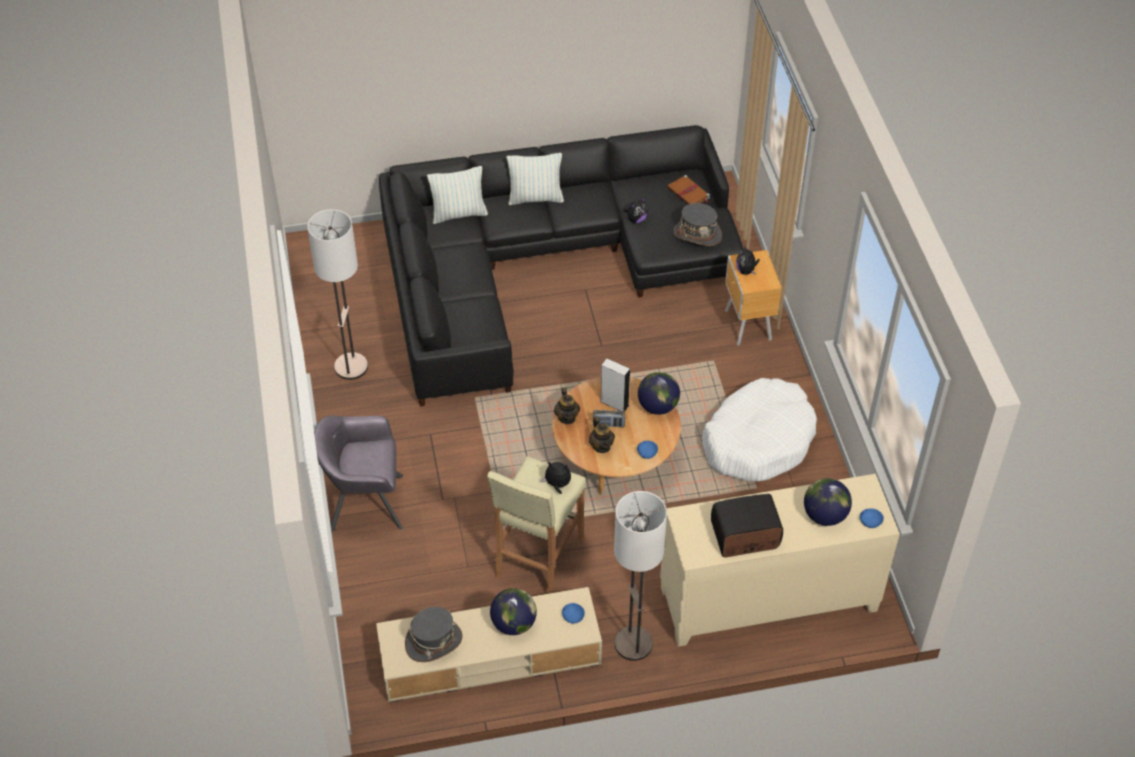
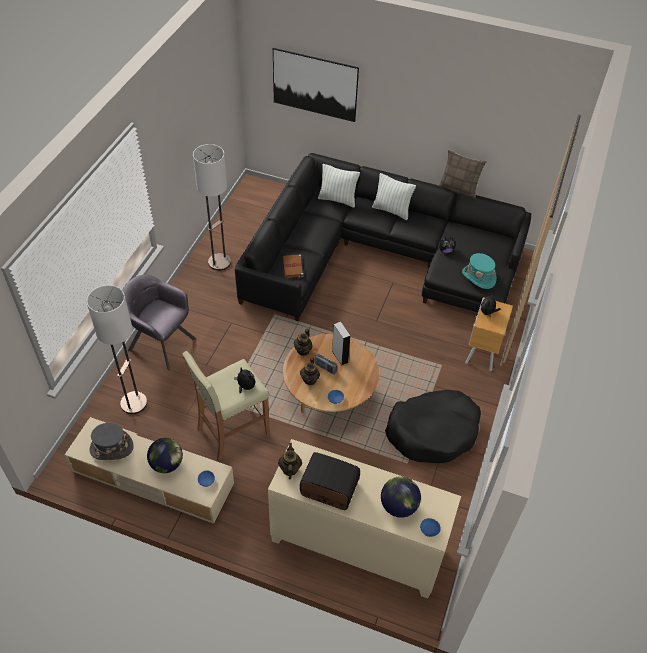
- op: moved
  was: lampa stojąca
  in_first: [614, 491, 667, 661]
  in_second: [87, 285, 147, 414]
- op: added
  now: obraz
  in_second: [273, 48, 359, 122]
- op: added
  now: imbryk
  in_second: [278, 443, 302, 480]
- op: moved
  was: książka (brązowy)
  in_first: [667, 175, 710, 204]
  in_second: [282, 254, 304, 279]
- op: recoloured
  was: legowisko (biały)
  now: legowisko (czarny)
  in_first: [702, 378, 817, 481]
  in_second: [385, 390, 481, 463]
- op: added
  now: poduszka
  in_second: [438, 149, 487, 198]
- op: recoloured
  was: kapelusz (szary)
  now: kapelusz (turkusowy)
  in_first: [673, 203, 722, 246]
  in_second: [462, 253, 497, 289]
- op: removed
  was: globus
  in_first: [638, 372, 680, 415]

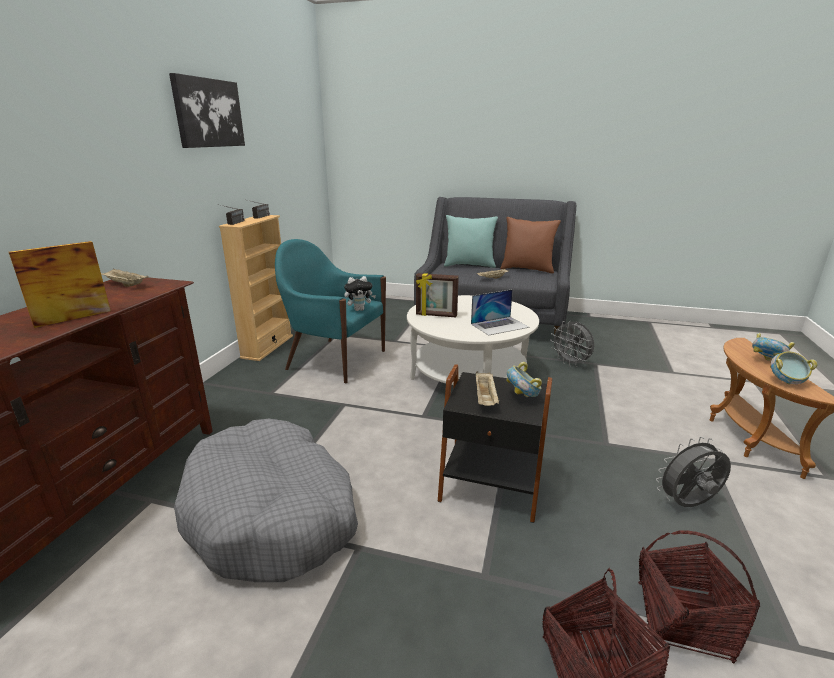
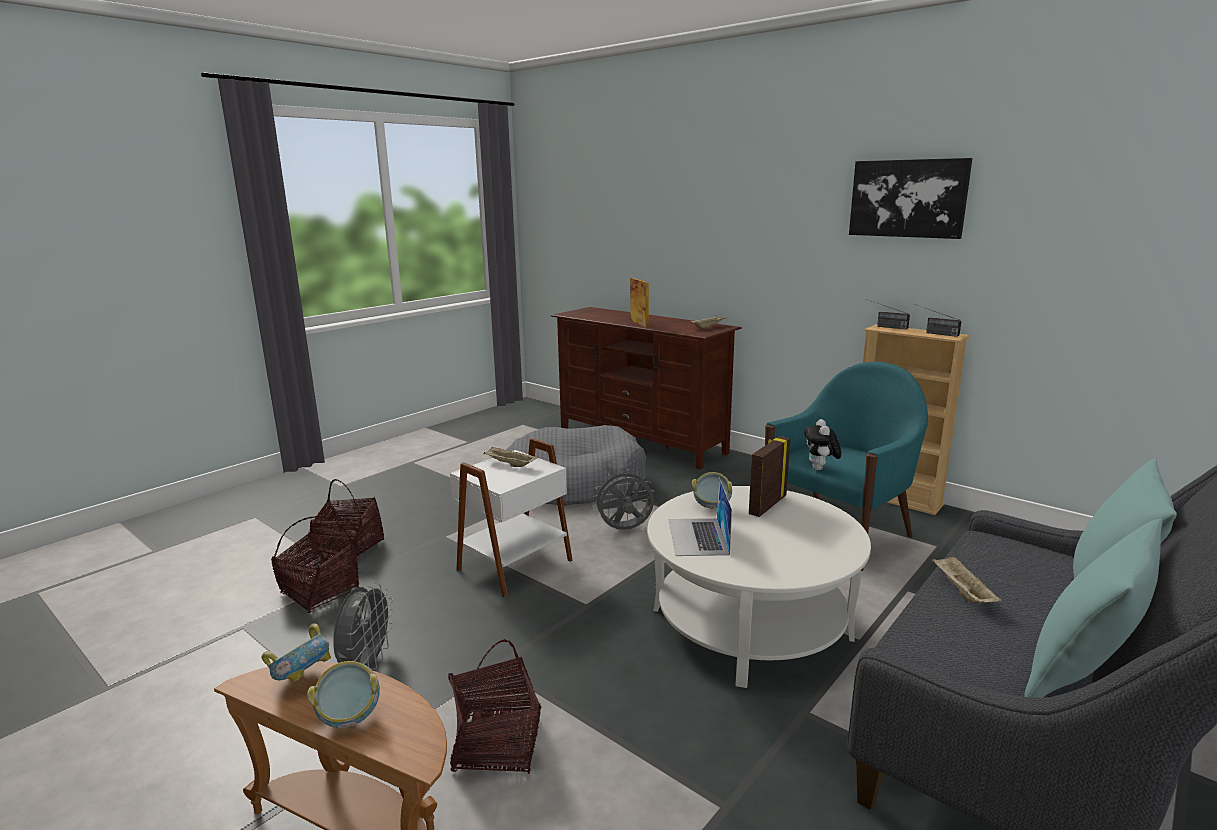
- op: added
  now: koszyk
  in_second: [448, 639, 542, 774]
- op: recoloured
  was: stolik (czarny)
  now: stolik (biały)
  in_first: [438, 364, 552, 523]
  in_second: [450, 438, 573, 597]
- op: moved
  was: wentylator (szary)
  in_first: [550, 321, 594, 367]
  in_second: [593, 469, 654, 530]
- op: moved
  was: miska
  in_first: [506, 362, 542, 397]
  in_second: [692, 472, 732, 509]
- op: recoloured
  was: poduszka (brązowy)
  now: poduszka (turkusowy)
  in_first: [500, 217, 561, 274]
  in_second: [1024, 518, 1163, 698]

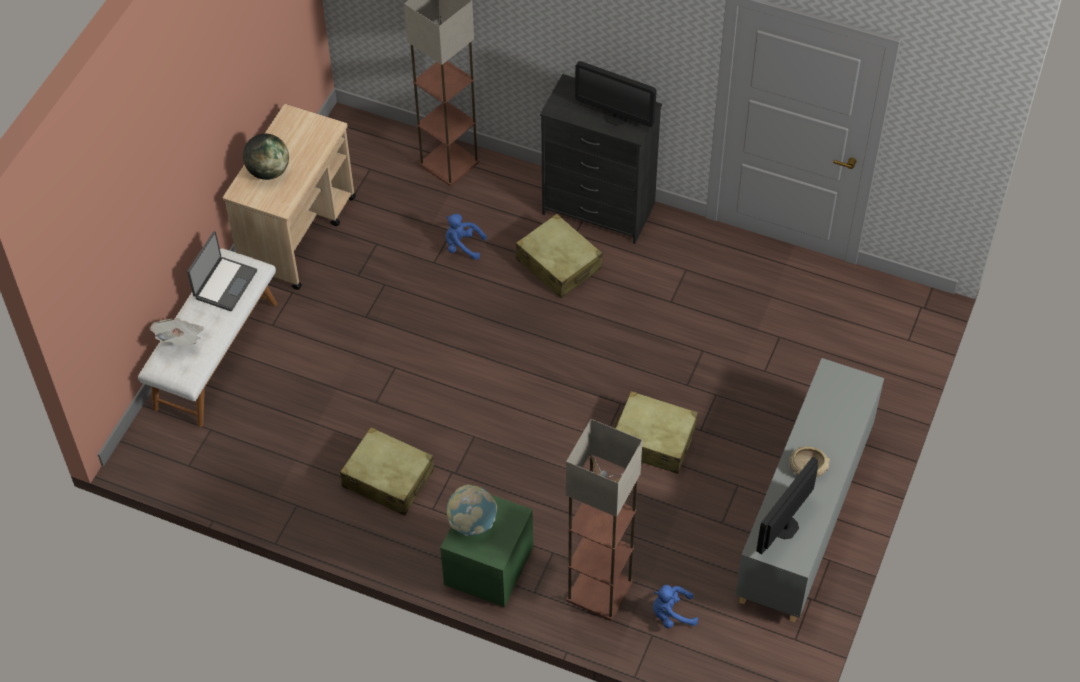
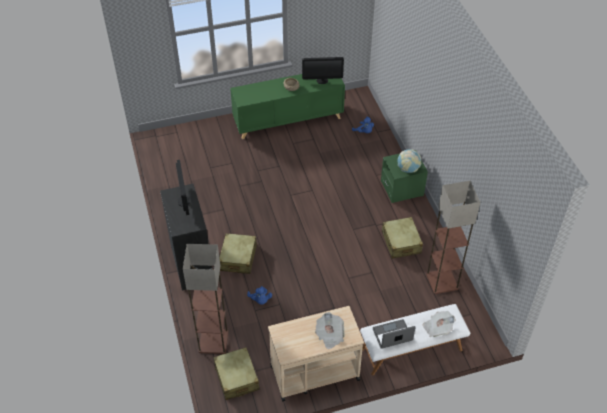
- op: moved
  was: walizka (beżowy)
  in_first: [614, 391, 698, 474]
  in_second: [213, 347, 260, 400]
- op: recoloured
  was: szafka (szary)
  now: szafka (zielony)
  in_first: [735, 358, 884, 622]
  in_second: [230, 74, 345, 139]
- op: replaced
  was: globus
  now: gazeta
  in_first: [243, 134, 289, 180]
  in_second: [315, 312, 345, 349]
- op: moved
  was: lampa stojąca
  in_first: [566, 419, 643, 621]
  in_second: [426, 181, 480, 294]

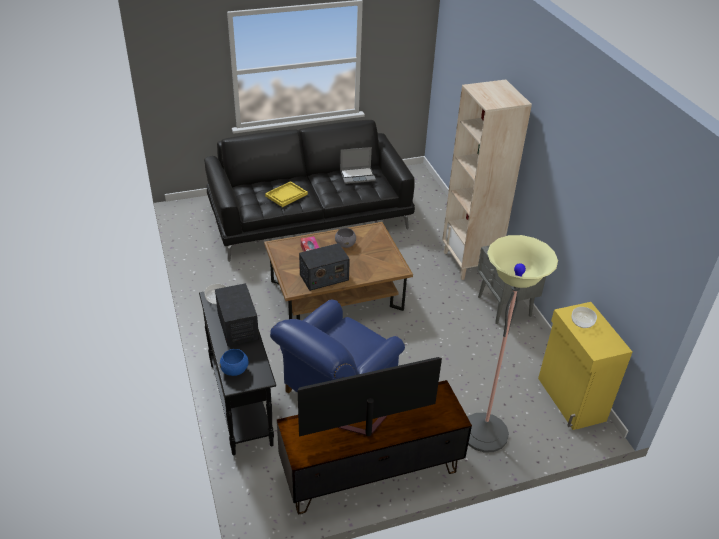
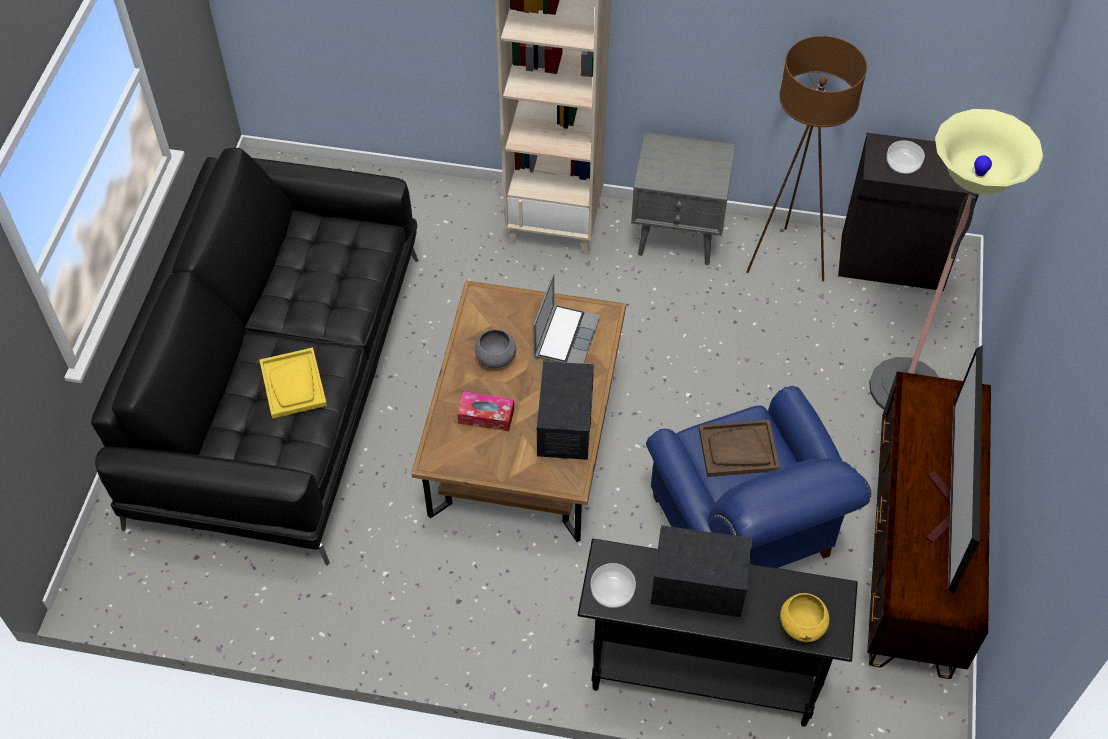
- op: moved
  was: laptop
  in_first: [340, 147, 376, 184]
  in_second: [533, 274, 600, 364]
- op: added
  now: taca (brązowy)
  in_second: [699, 420, 780, 477]
- op: added
  now: lampa stojąca (brązowy)
  in_second: [746, 36, 867, 281]
- op: recoloured
  was: miska (niebieski)
  now: miska (żółty)
  in_first: [220, 349, 248, 376]
  in_second: [780, 593, 829, 642]
- op: recoloured
  was: szafka (żółty)
  now: szafka (czarny)
  in_first: [538, 302, 632, 430]
  in_second: [838, 133, 979, 291]

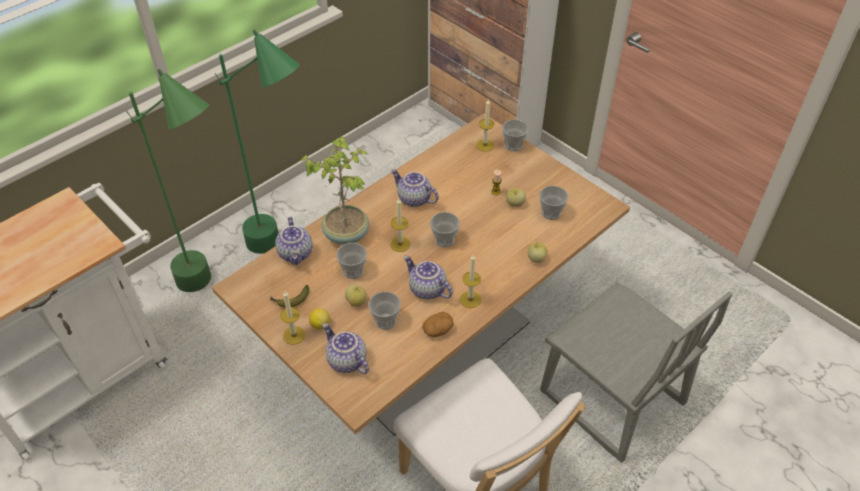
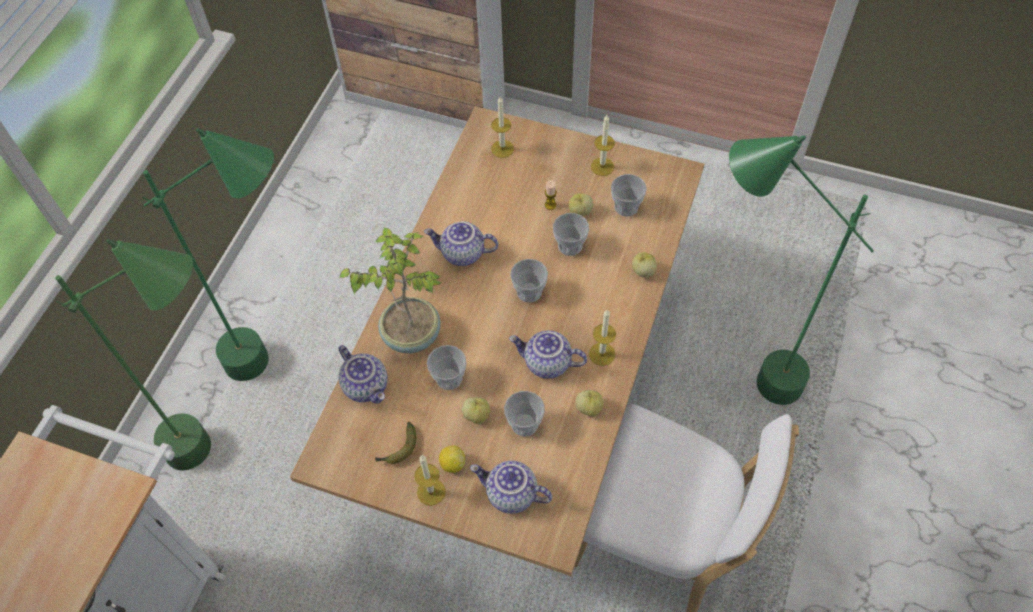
- op: moved
  was: filiżanka
  in_first: [502, 119, 529, 151]
  in_second: [553, 213, 589, 256]
- op: replaced
  was: ziemniak
  now: jabłko
  in_first: [422, 312, 454, 337]
  in_second: [575, 390, 604, 417]
- op: moved
  was: świeca
  in_first: [391, 198, 411, 252]
  in_second: [591, 115, 615, 176]
- op: replaced
  was: krzesło (szary)
  now: lampa stojąca (zielony)
  in_first: [540, 282, 733, 463]
  in_second: [729, 136, 874, 405]

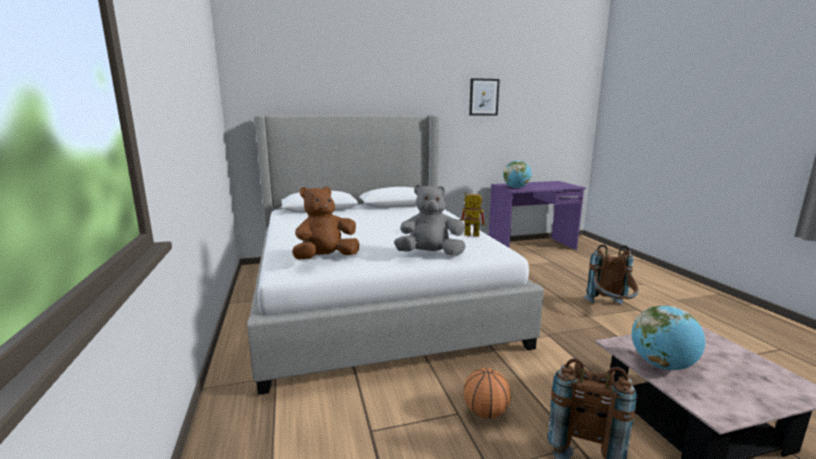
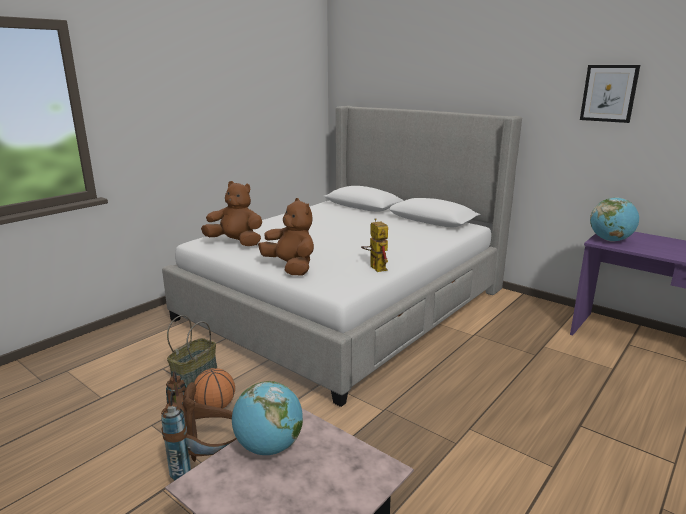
- op: added
  now: koszyk
  in_second: [167, 315, 217, 386]
- op: recoloured
  was: pluszak (szary)
  now: pluszak (brązowy)
  in_first: [394, 184, 466, 256]
  in_second: [258, 198, 314, 275]
- op: removed
  was: plecak (brązowy)
  in_first: [584, 244, 638, 304]

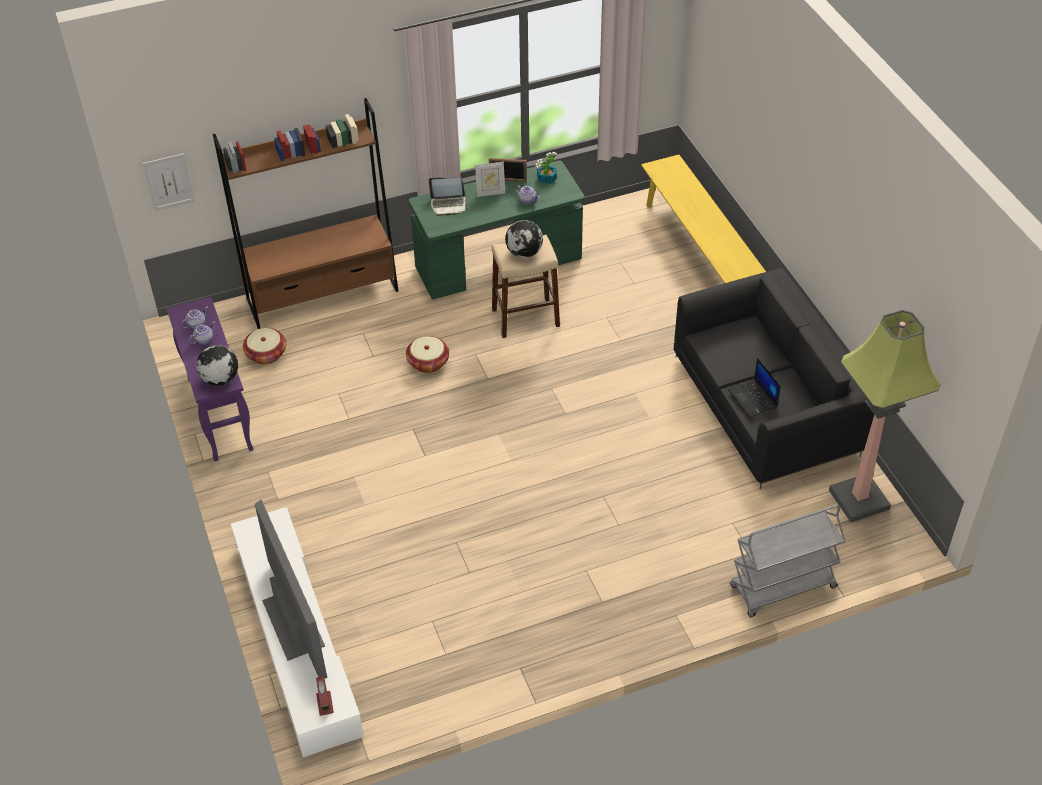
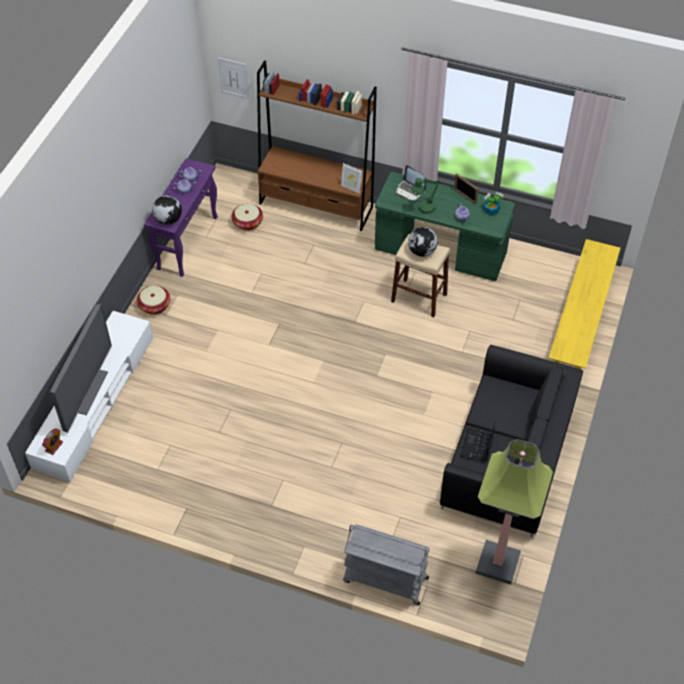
- op: moved
  was: koszyk
  in_first: [406, 336, 449, 373]
  in_second: [137, 286, 170, 315]
- op: moved
  was: ramka na zdjęcie
  in_first: [475, 162, 505, 197]
  in_second: [341, 163, 362, 194]
- op: added
  now: lampa stołowa (zielony)
  in_second: [411, 177, 440, 214]

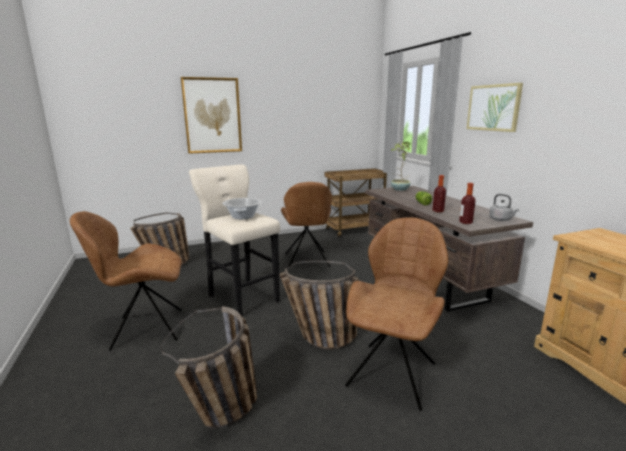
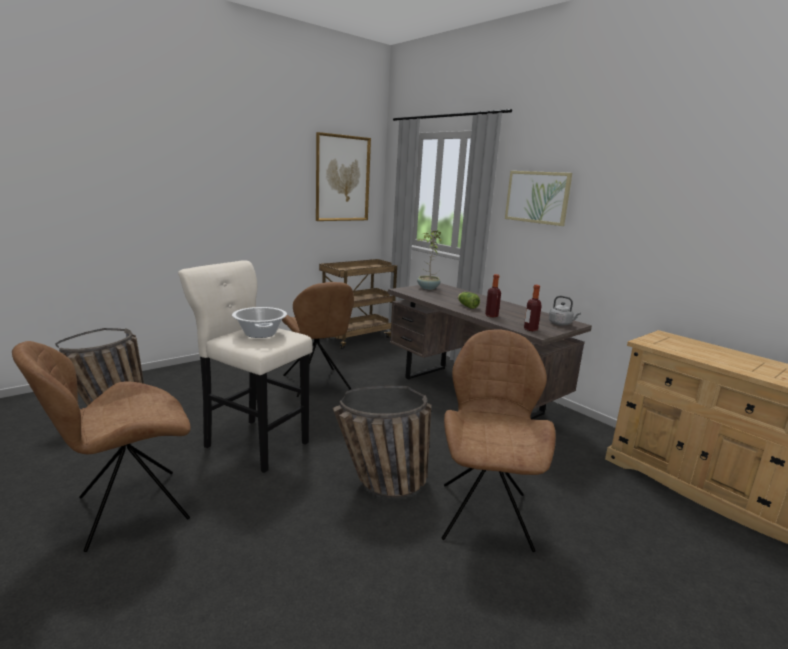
- op: moved
  was: obraz
  in_first: [181, 77, 242, 154]
  in_second: [316, 132, 371, 221]
- op: removed
  was: koszyk
  in_first: [161, 306, 257, 428]

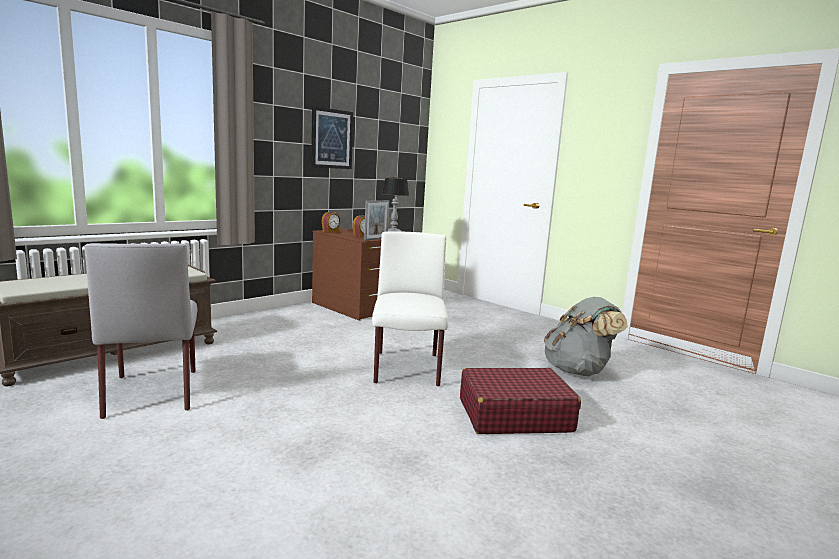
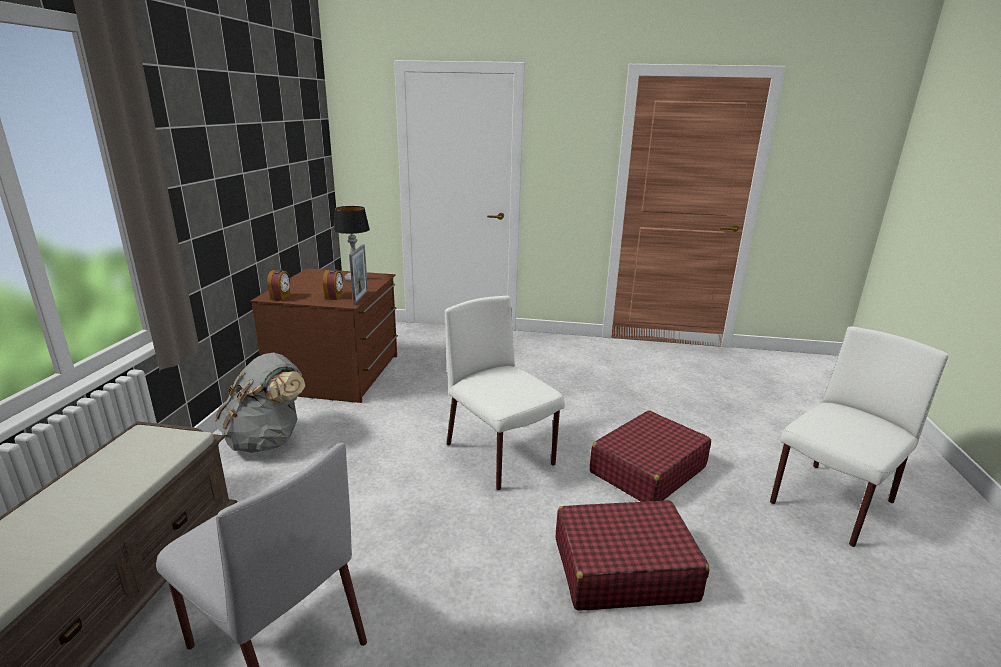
- op: moved
  was: plecak (szary)
  in_first: [544, 297, 628, 376]
  in_second: [215, 353, 305, 453]
- op: added
  now: walizka (czerwony)
  in_second: [555, 500, 710, 611]
- op: added
  now: krzesło (biały)
  in_second: [770, 326, 949, 547]
- op: removed
  was: obraz
  in_first: [311, 106, 353, 169]

